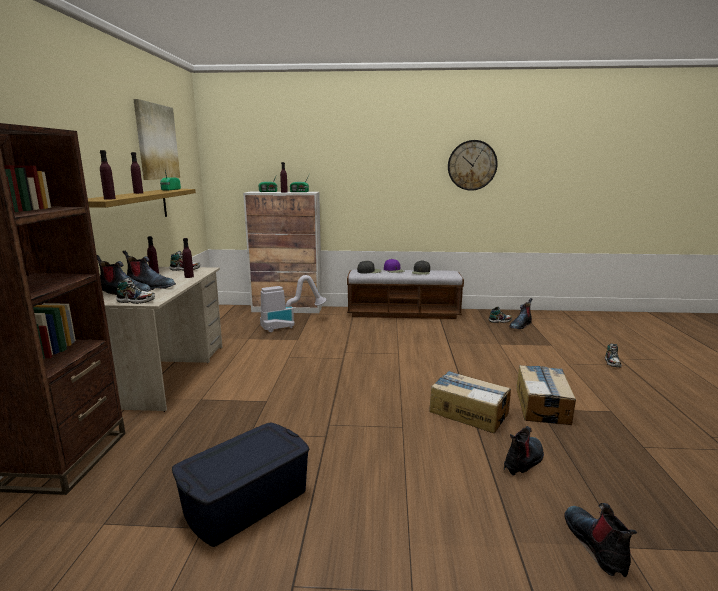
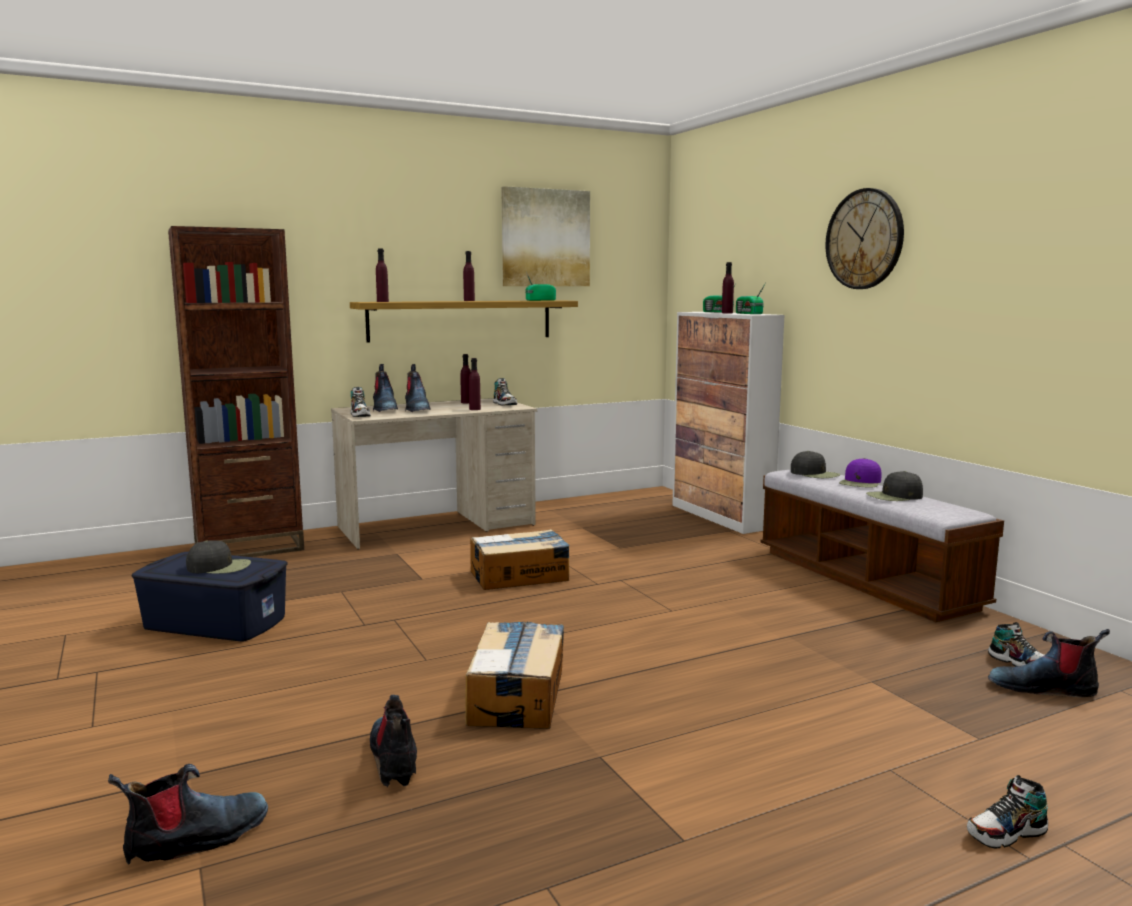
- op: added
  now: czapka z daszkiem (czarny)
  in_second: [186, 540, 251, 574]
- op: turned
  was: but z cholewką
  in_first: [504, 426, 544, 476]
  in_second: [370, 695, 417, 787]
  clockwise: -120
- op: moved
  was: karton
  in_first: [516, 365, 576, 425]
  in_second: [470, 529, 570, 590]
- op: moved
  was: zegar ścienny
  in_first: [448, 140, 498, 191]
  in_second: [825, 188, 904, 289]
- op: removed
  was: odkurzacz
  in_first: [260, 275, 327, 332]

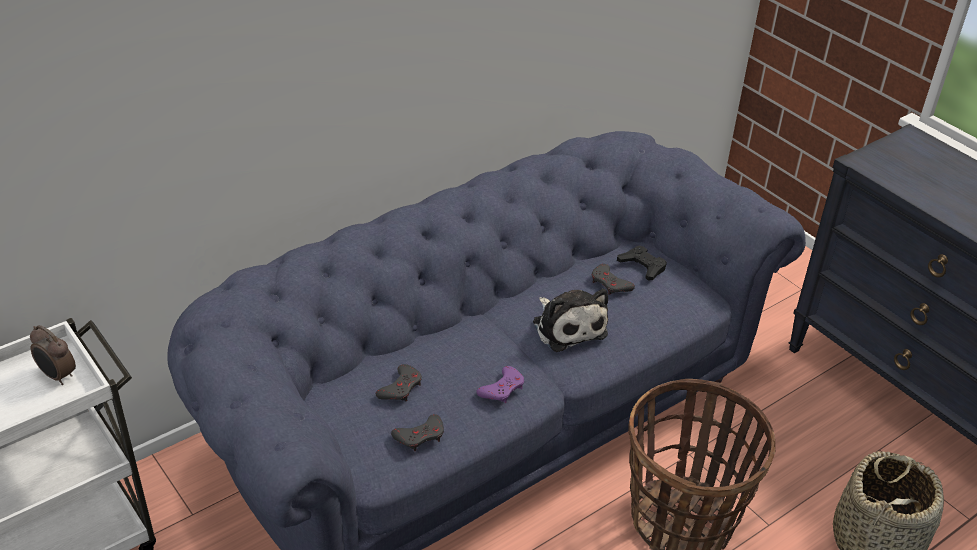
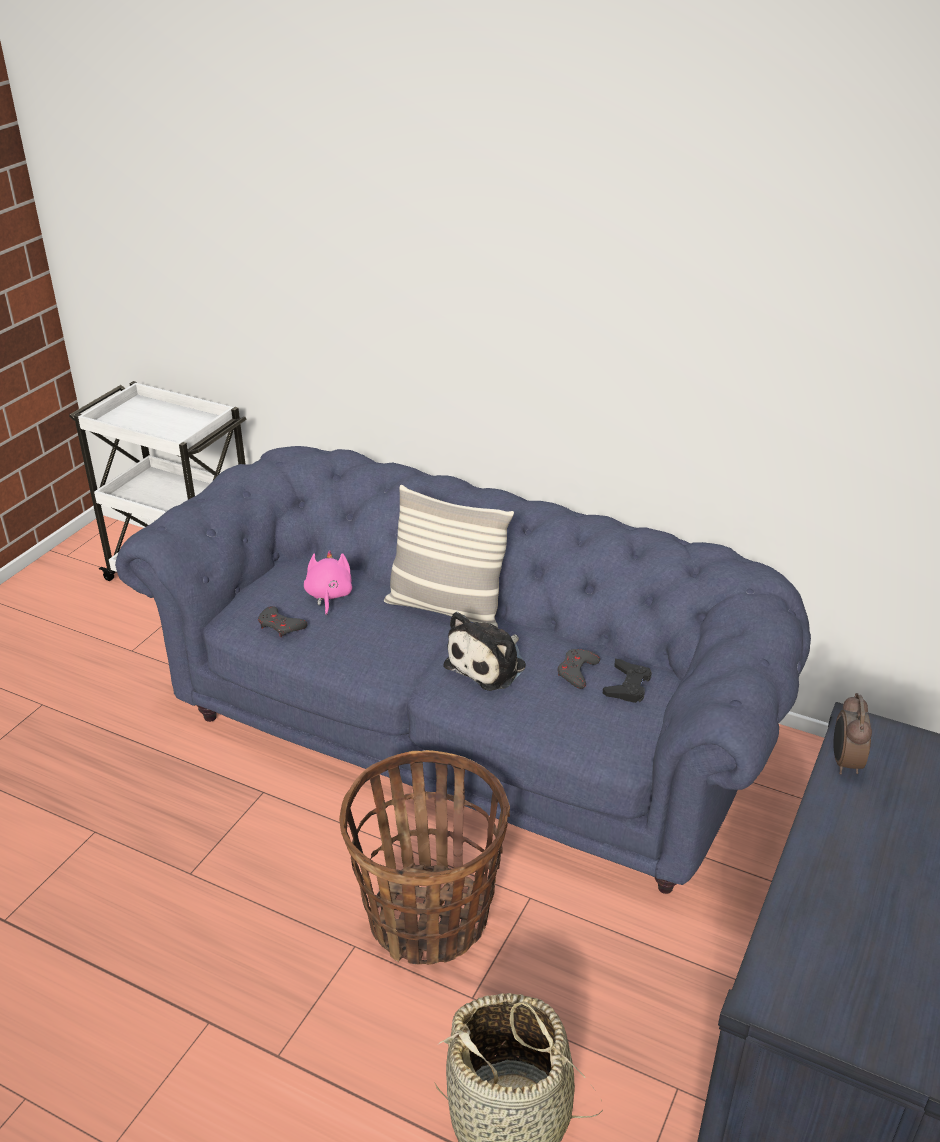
- op: replaced
  was: pad do gier (szary)
  now: pluszak (różowy)
  in_first: [376, 364, 422, 402]
  in_second: [304, 550, 352, 615]
- op: added
  now: poduszka
  in_second: [384, 485, 514, 628]
- op: moved
  was: budzik
  in_first: [30, 325, 76, 385]
  in_second: [833, 693, 872, 774]
- op: removed
  was: pad do gier (fioletowy)
  in_first: [476, 366, 524, 403]

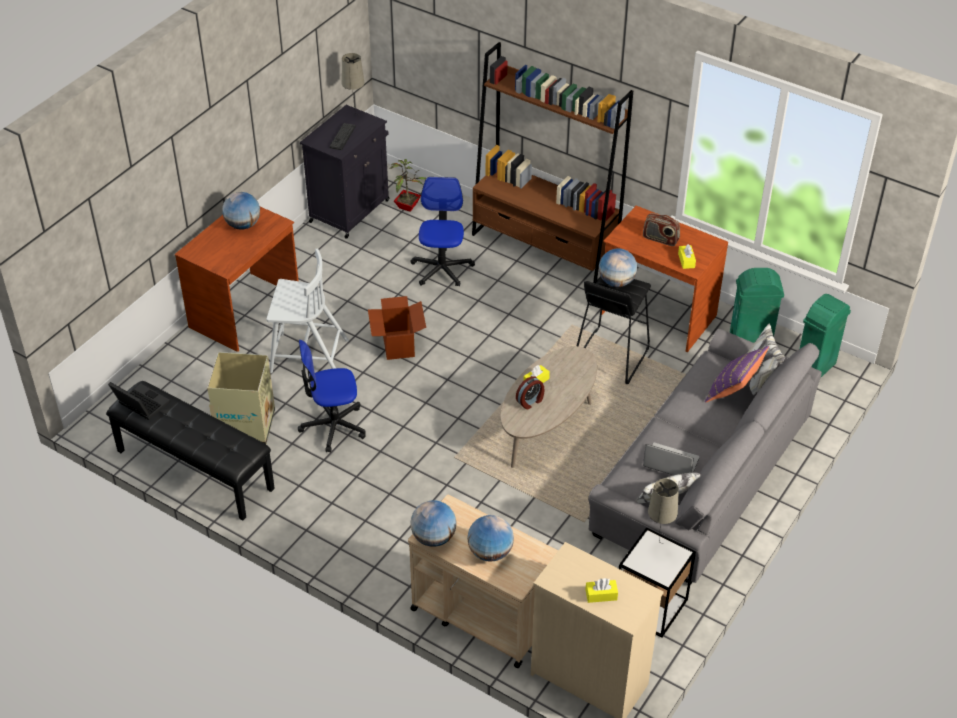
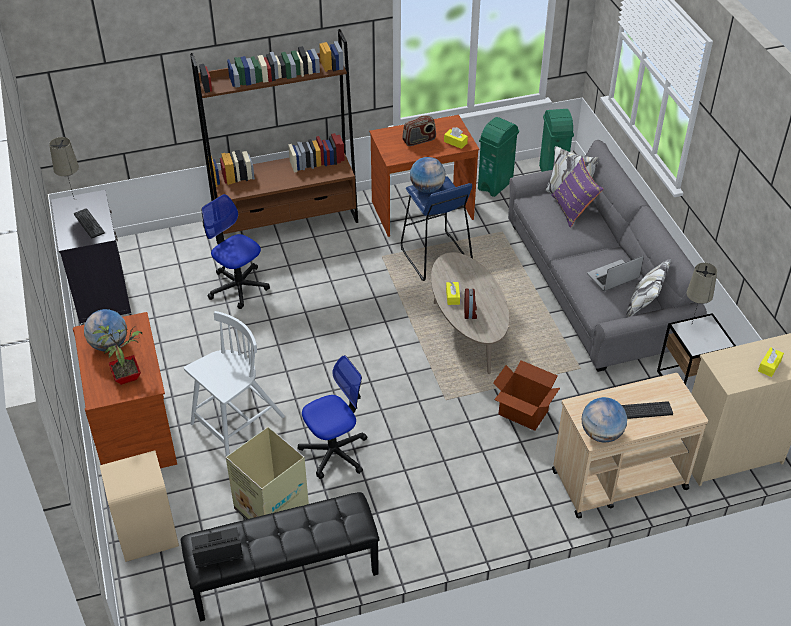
- op: moved
  was: roślina doniczkowa
  in_first: [390, 159, 426, 212]
  in_second: [92, 325, 143, 385]
- op: added
  now: kosz na śmieci (beżowy)
  in_second: [100, 451, 179, 562]
- op: turned
  was: krzesło biurowe
  in_first: [298, 340, 366, 453]
  in_second: [297, 355, 367, 479]
  clockwise: -150
- op: recoloured
  was: stołek (czarny)
  now: stołek (niebieski)
  in_first: [577, 276, 651, 384]
  in_second: [401, 176, 473, 281]
- op: moved
  was: karton
  in_first: [368, 296, 426, 360]
  in_second: [493, 360, 560, 431]
- op: replaced
  was: globus
  now: klawiatura
  in_first: [467, 515, 514, 562]
  in_second: [622, 401, 673, 419]

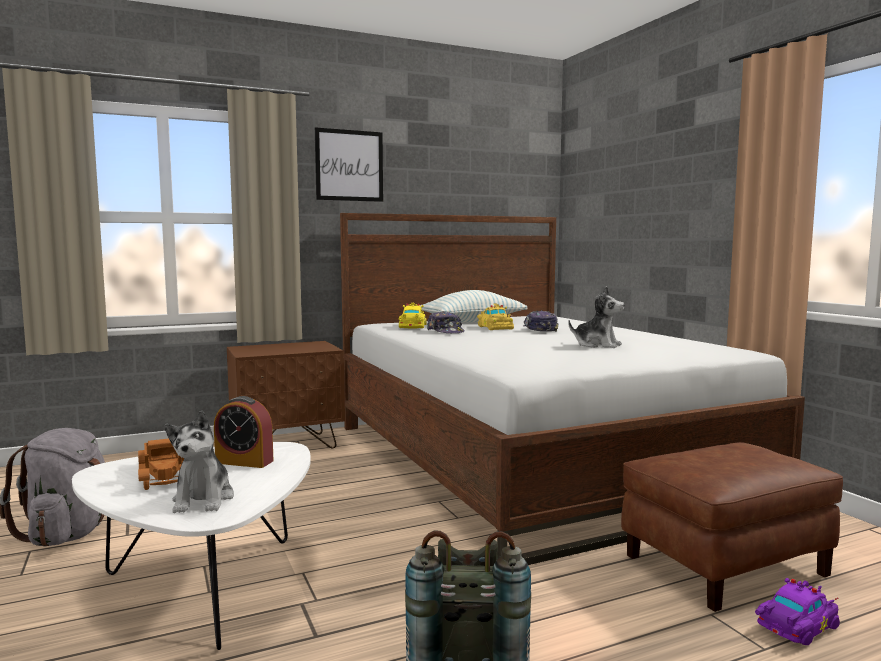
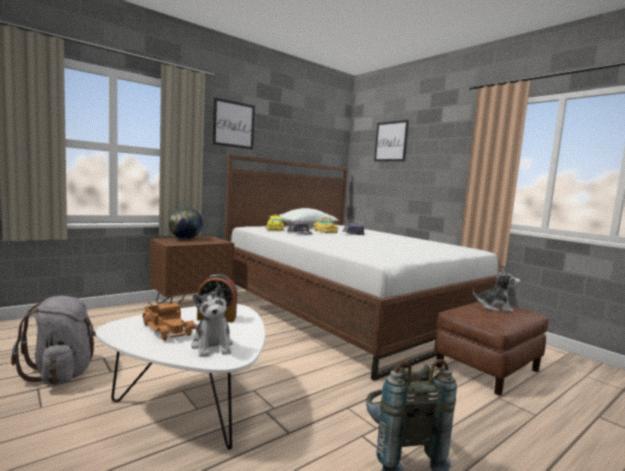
- op: added
  now: globus
  in_second: [169, 207, 203, 240]
- op: added
  now: obraz
  in_second: [374, 120, 409, 162]
- op: moved
  was: pluszak
  in_first: [568, 286, 625, 348]
  in_second: [473, 266, 520, 312]
- op: removed
  was: samochodzik (fioletowy)
  in_first: [755, 578, 840, 645]

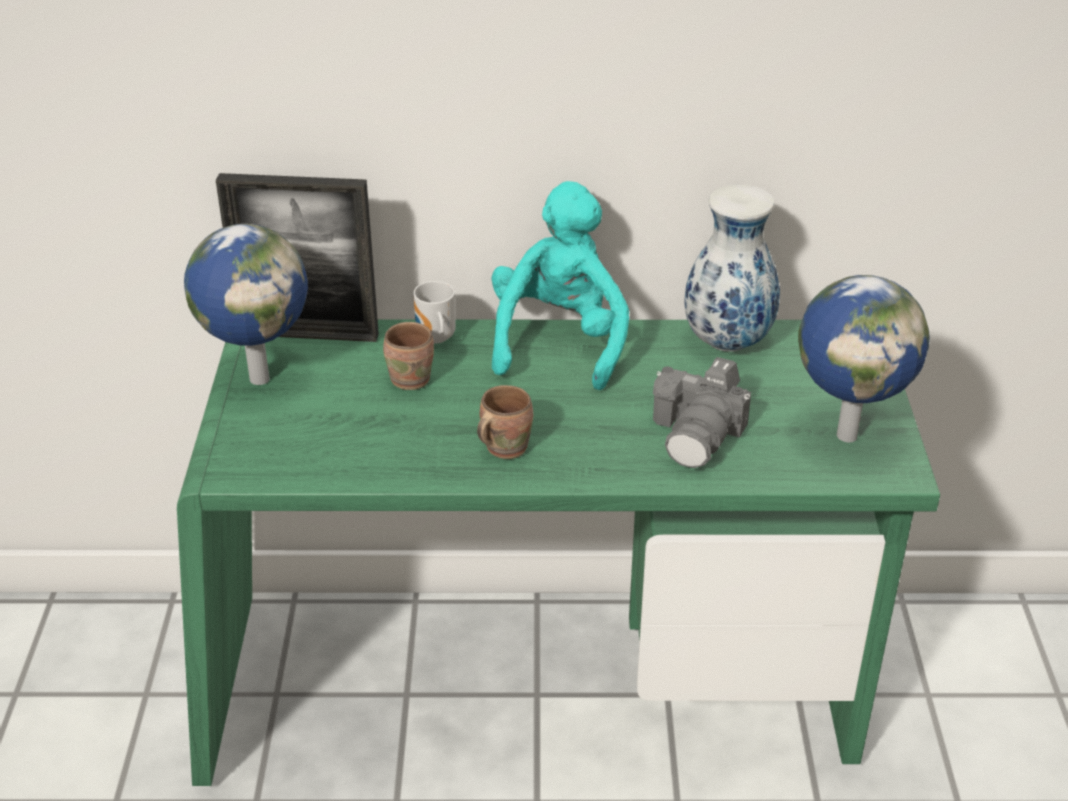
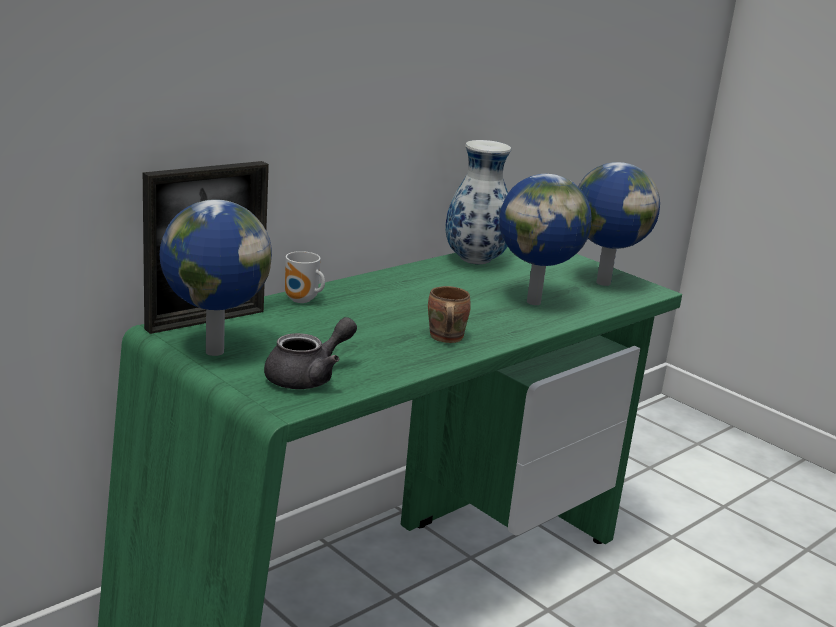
- op: added
  now: imbryk (szary)
  in_second: [264, 317, 357, 389]
- op: replaced
  was: aparat fotograficzny
  now: globus
  in_first: [653, 357, 751, 468]
  in_second: [499, 174, 592, 305]
- op: removed
  was: kubek (brązowy)
  in_first: [383, 322, 434, 390]
- op: removed
  was: pluszak (turkusowy)
  in_first: [492, 181, 630, 390]

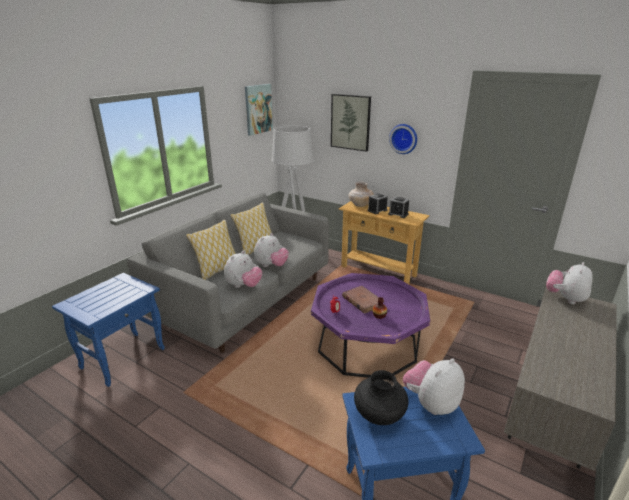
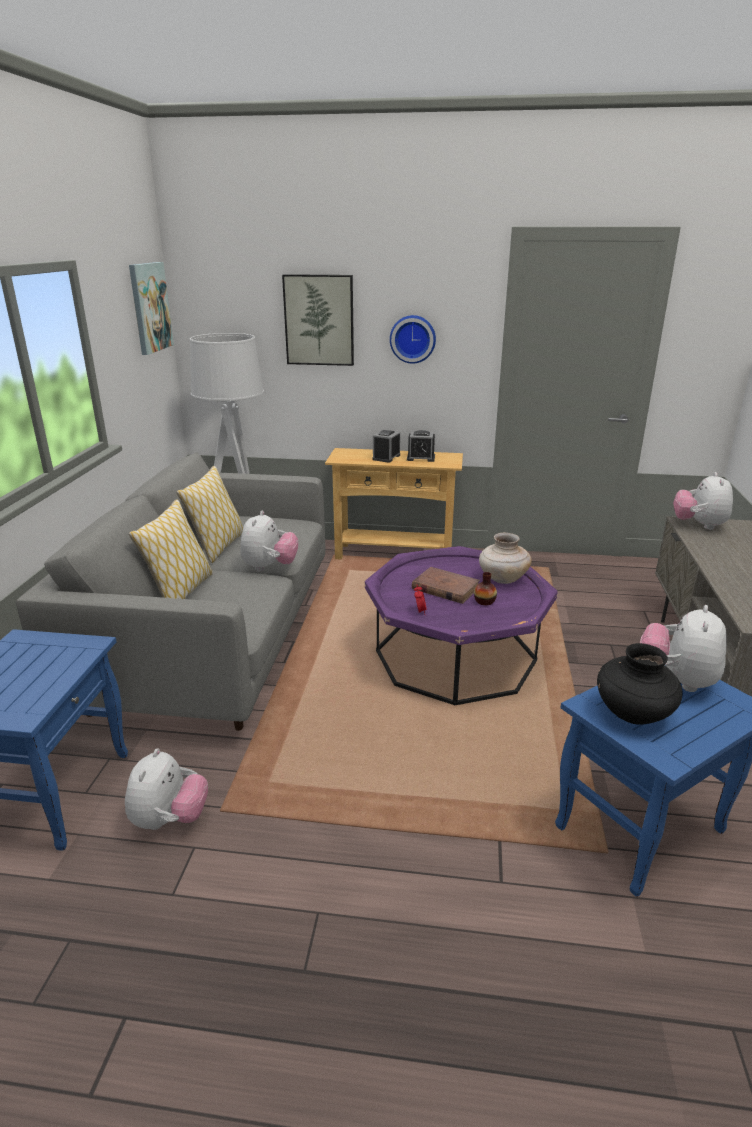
- op: moved
  was: pluszak
  in_first: [224, 251, 262, 288]
  in_second: [125, 749, 208, 830]
- op: moved
  was: wazon (beżowy)
  in_first: [349, 182, 374, 207]
  in_second: [479, 533, 532, 584]

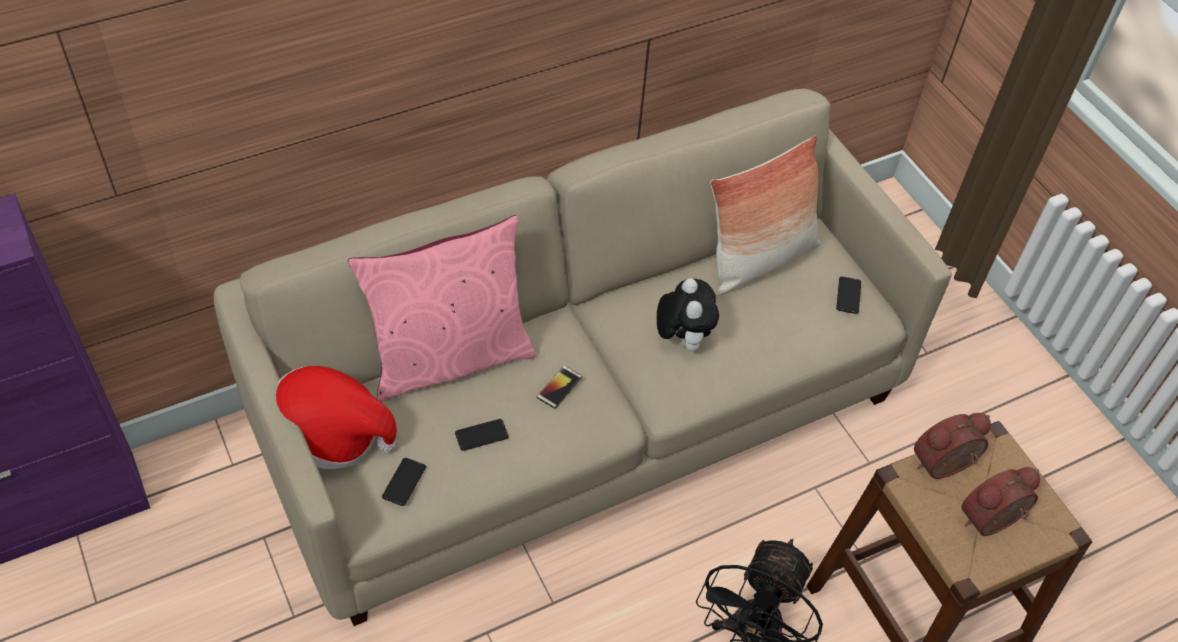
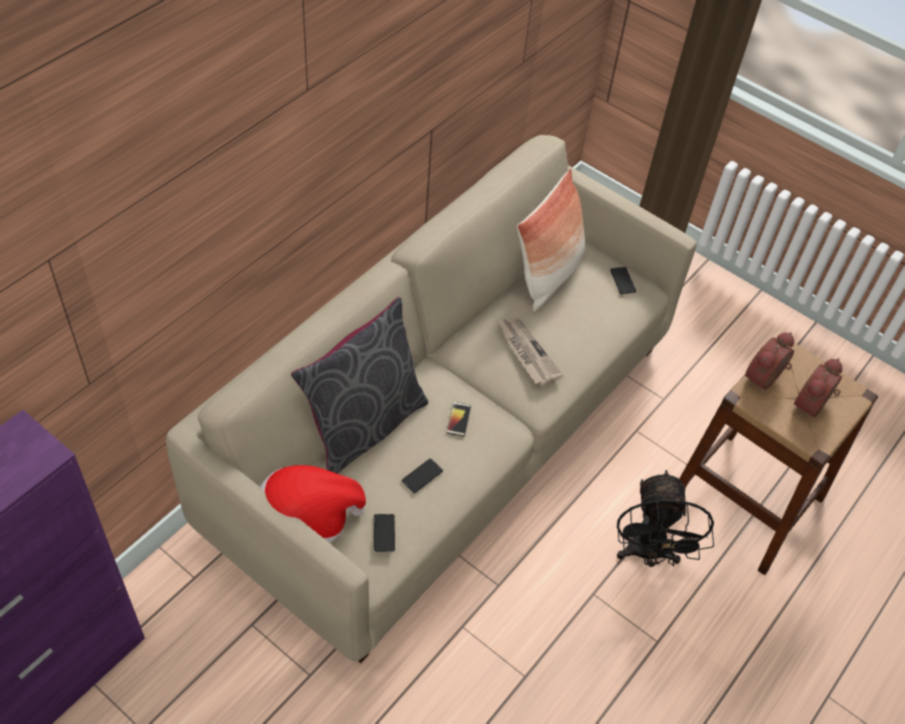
- op: recoloured
  was: poduszka (różowy)
  now: poduszka (szary)
  in_first: [348, 215, 535, 402]
  in_second: [291, 297, 428, 474]
- op: replaced
  was: pluszak
  now: gazeta
  in_first: [657, 278, 719, 351]
  in_second: [496, 317, 563, 386]

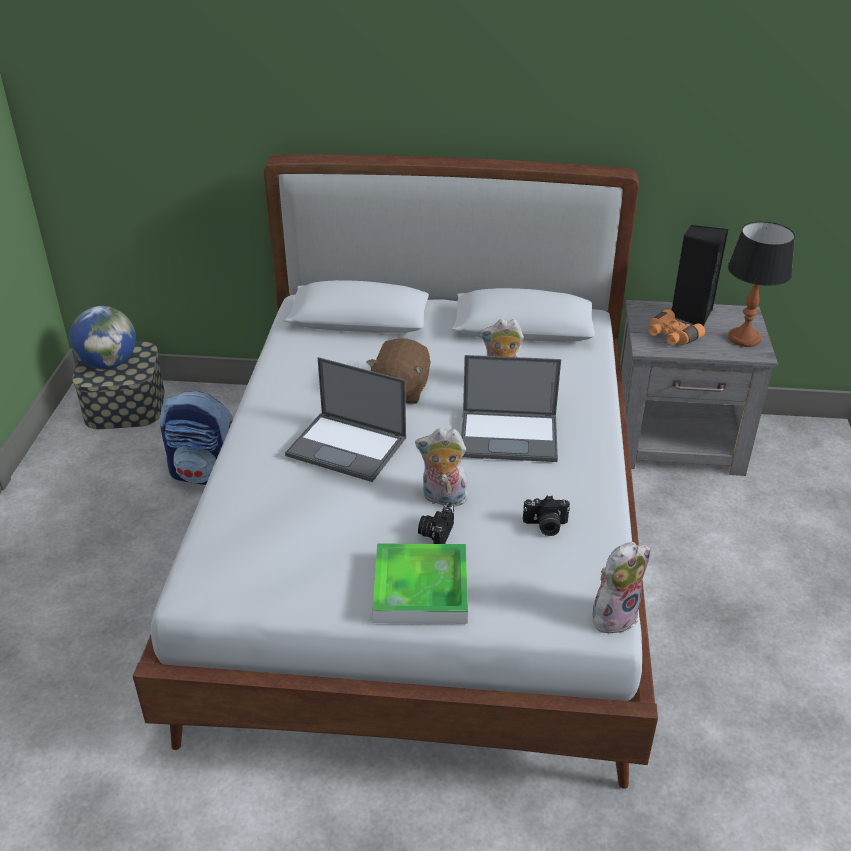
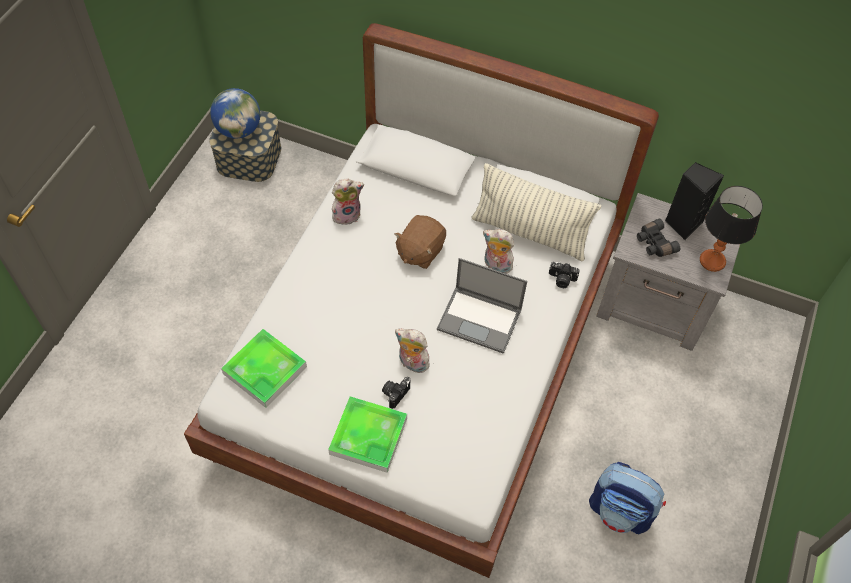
- op: added
  now: taca
  in_second: [221, 329, 307, 408]
- op: moved
  was: pluszak
  in_first: [592, 542, 650, 636]
  in_second: [332, 179, 364, 225]
- op: added
  now: poduszka
  in_second: [471, 163, 601, 261]
- op: moved
  was: aparat fotograficzny
  in_first: [523, 495, 570, 536]
  in_second: [549, 262, 580, 288]
- op: moved
  was: plecak
  in_first: [160, 391, 233, 485]
  in_second: [589, 462, 666, 534]
- op: recoloured
  was: lornetka (pomarańczowy)
  now: lornetka (czarny)
  in_first: [649, 309, 705, 345]
  in_second: [637, 219, 680, 257]
- op: removed
  was: laptop
  in_first: [285, 357, 406, 482]

